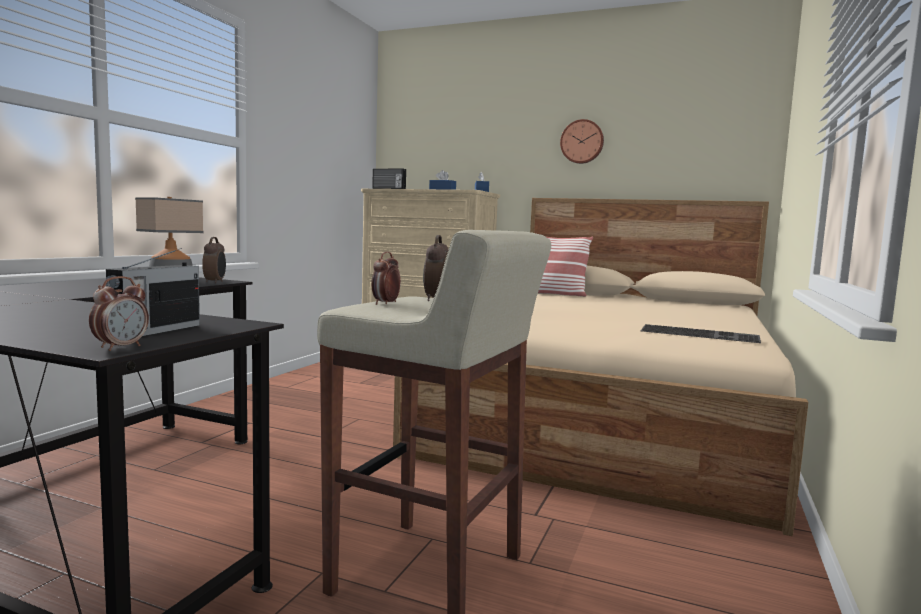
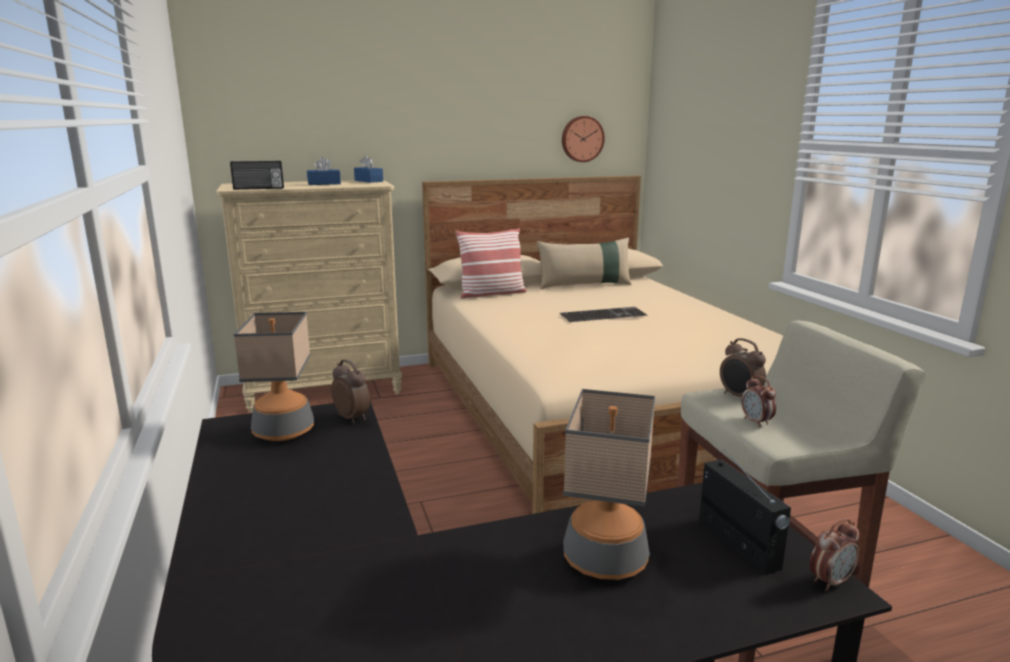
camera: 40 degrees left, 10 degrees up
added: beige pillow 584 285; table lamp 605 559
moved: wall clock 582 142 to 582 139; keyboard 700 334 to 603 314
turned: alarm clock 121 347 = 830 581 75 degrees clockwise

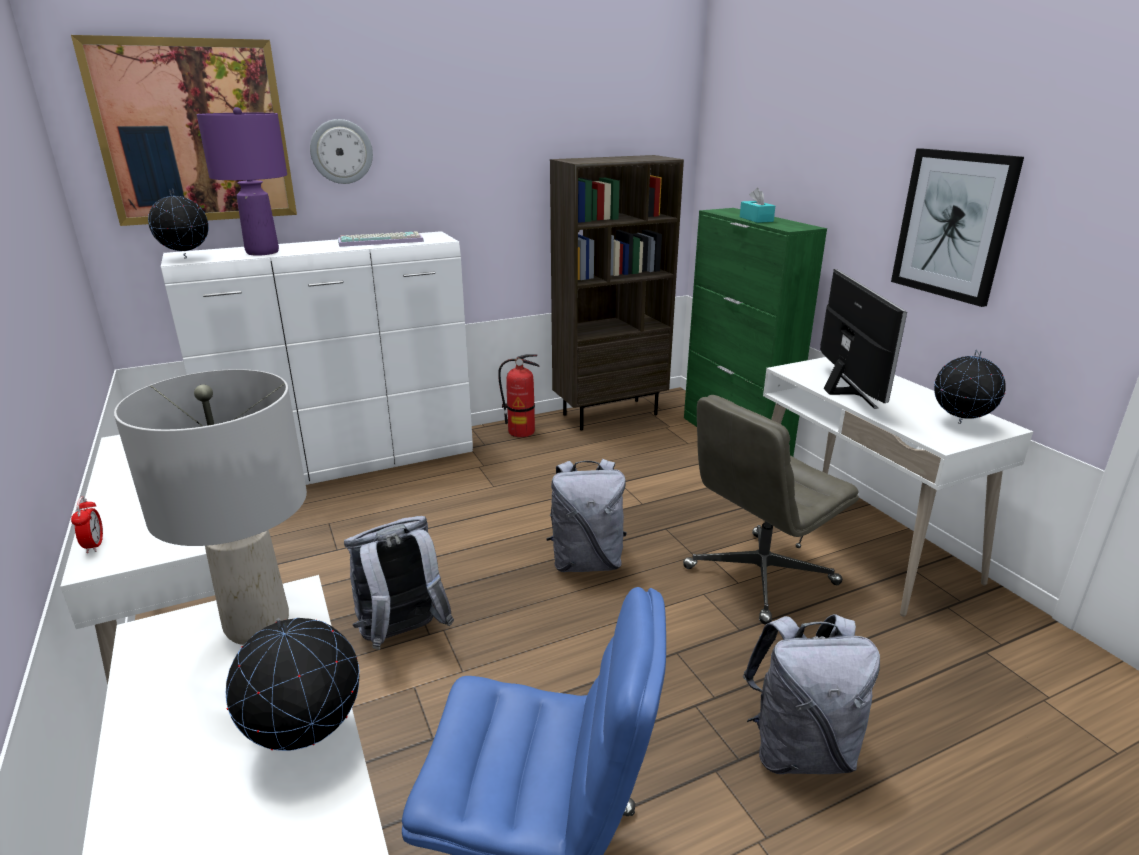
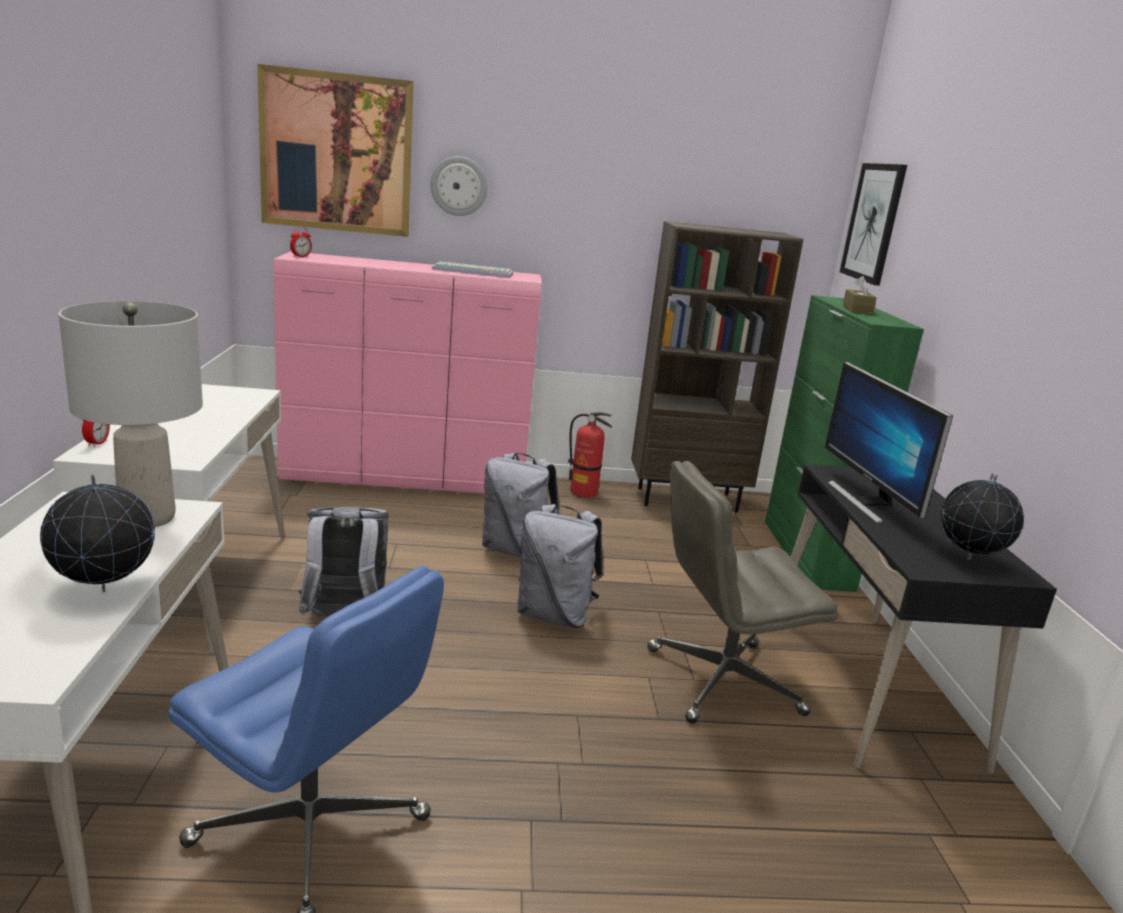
camera: 20 degrees right, 5 degrees down
removed: purple table lamp 262 252
moved: picture 953 225 to 873 222; grey backpack 799 750 to 515 550
replaced: globe 186 258 to alarm clock 300 257
recoloured: turquoise tissue box 756 219 to brown tissue box 857 310; white dresser 350 466 to pink dresser 407 480; white desk 857 540 to black desk 867 684
turned: monitor 845 391 = 867 502 150 degrees clockwise

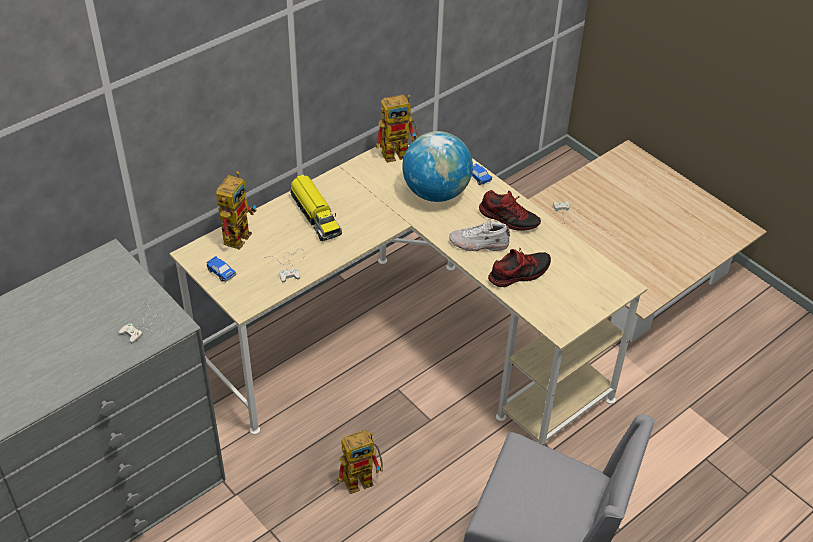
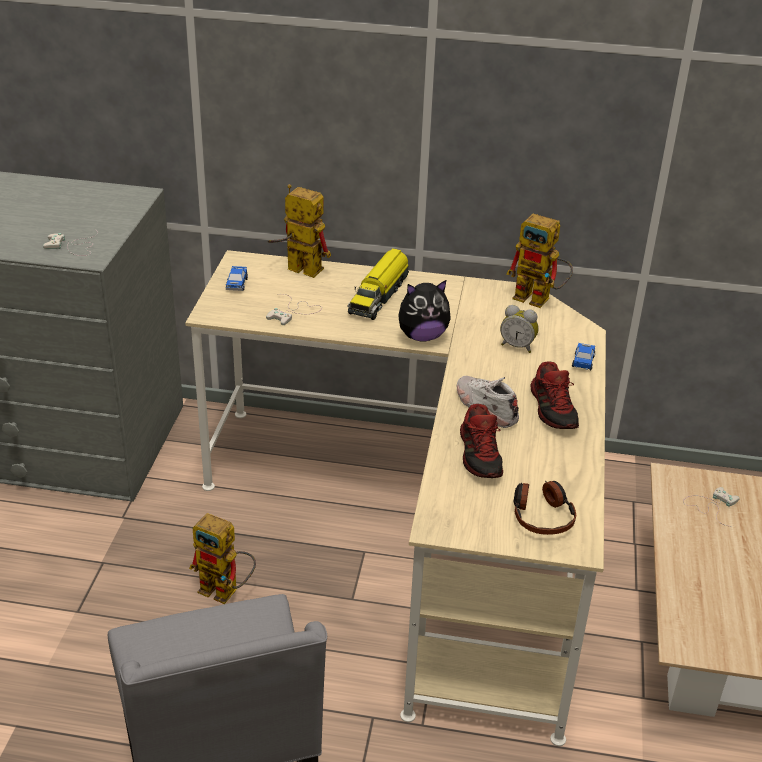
camera: 50 degrees right, 10 degrees down
added: plush toy 422 336; headphones 541 515
replaced: globe 436 192 to alarm clock 517 346
turned: toy robot 238 233 = 297 269 135 degrees counterclockwise; shoe 519 273 = 481 455 60 degrees clockwise

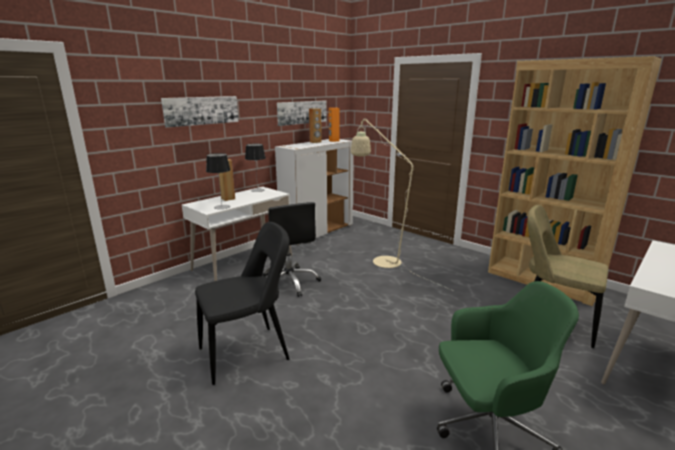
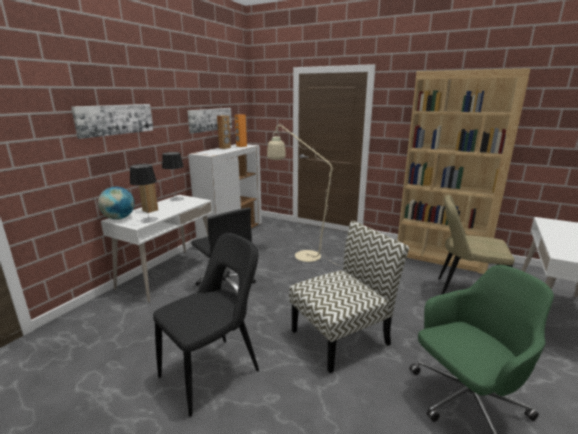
camera: 15 degrees left, 0 degrees up
added: globe 119 218; chair 341 336

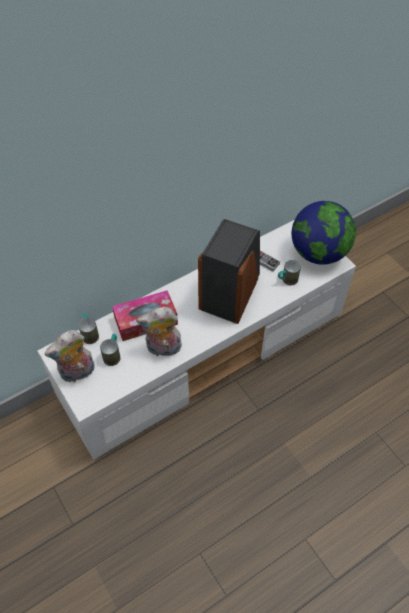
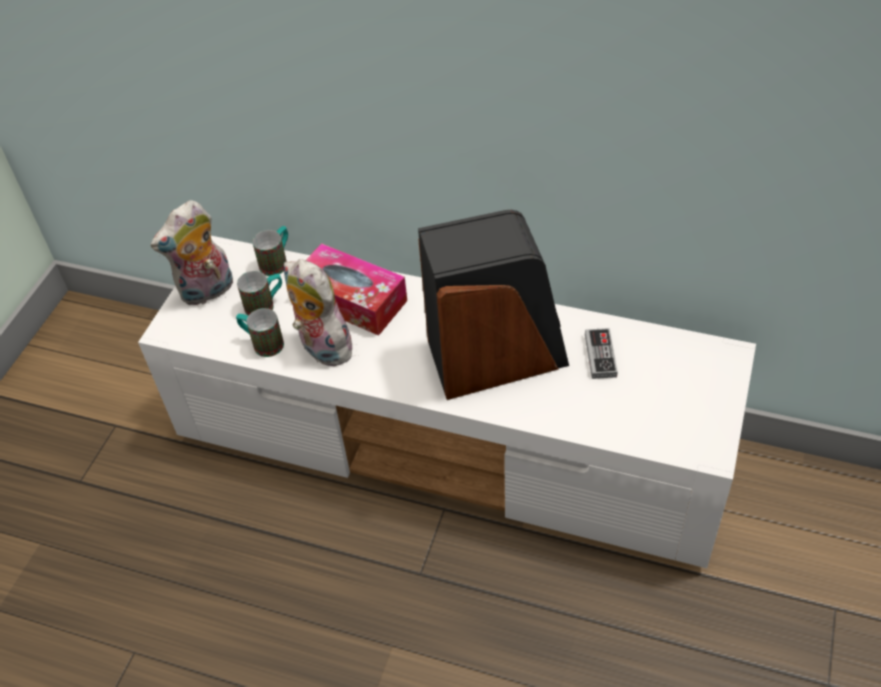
camera: 55 degrees right, 5 degrees down
removed: globe 318 253
moved: mug 286 280 to 262 343
turned: plush toy 77 373 = 207 292 60 degrees counterclockwise

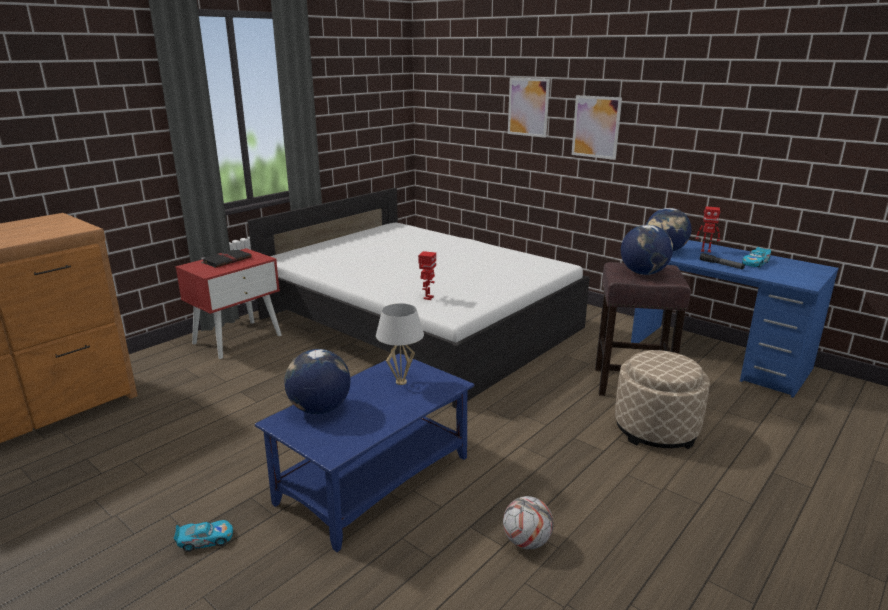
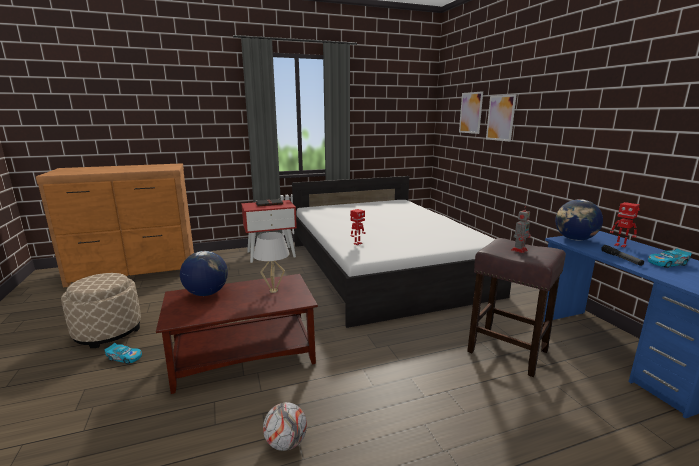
camera: 30 degrees right, 5 degrees down
moved: picture 596 127 to 470 112; beige ottoman 656 429 to 108 331
replaced: globe 643 273 to toy robot 519 250
recoloured: blue coffee table 375 478 to brown coffee table 245 356

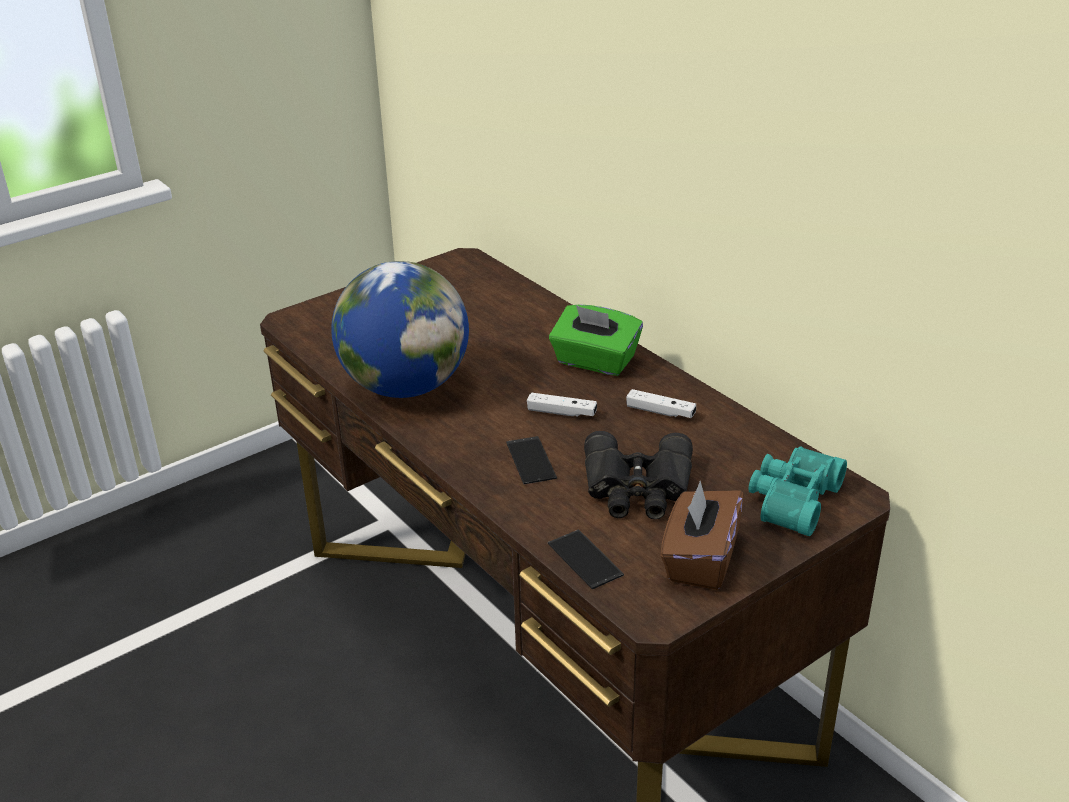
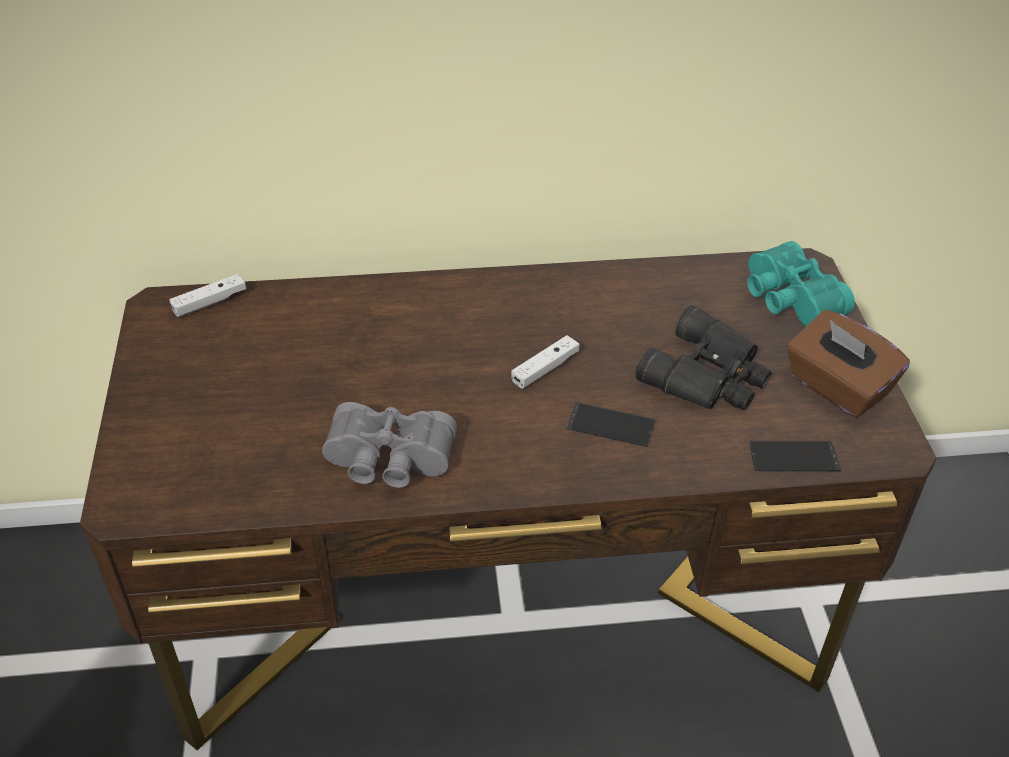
camera: 60 degrees left, 10 degrees up
removed: green tissue box 595 361
moved: white game controller 660 412 to 210 302
replaced: globe 405 387 to grey binoculars 388 461

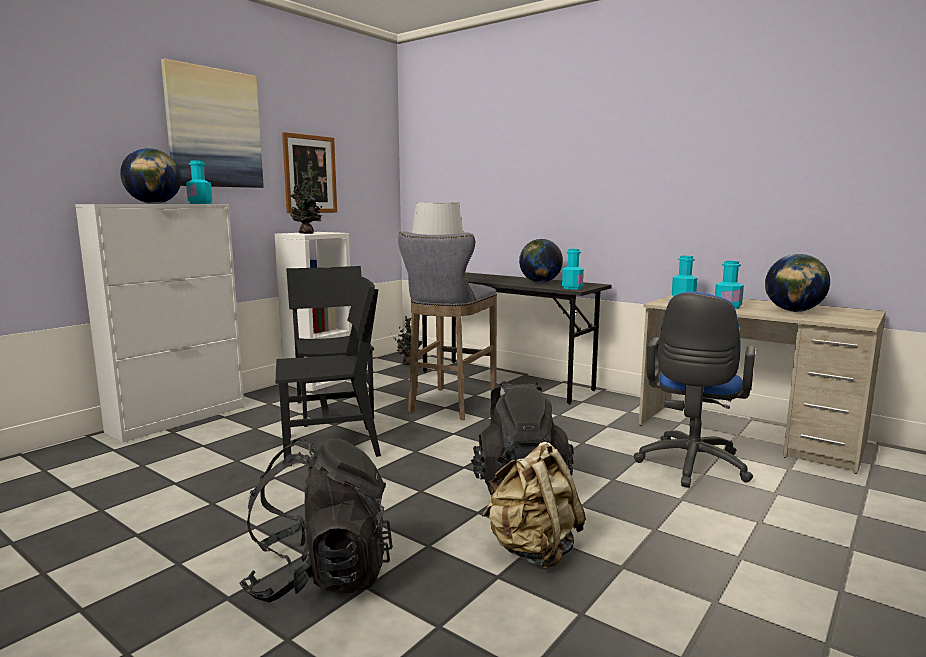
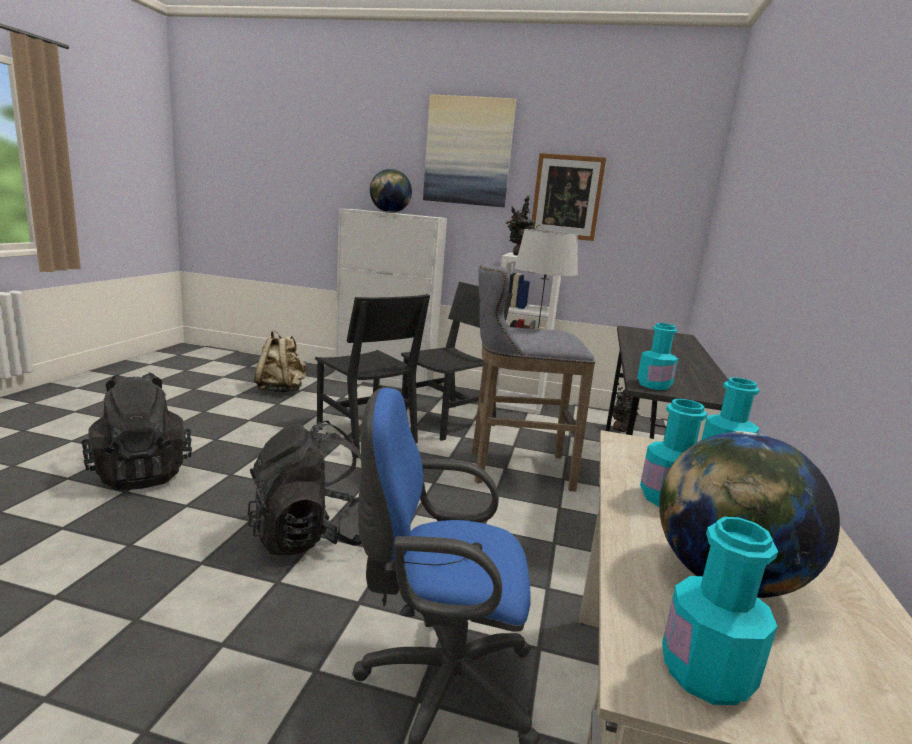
camera: 65 degrees right, 5 degrees up
removed: globe 540 282
moved: turquoise bottle 200 203 to 706 673; beige backpack 533 550 to 281 390

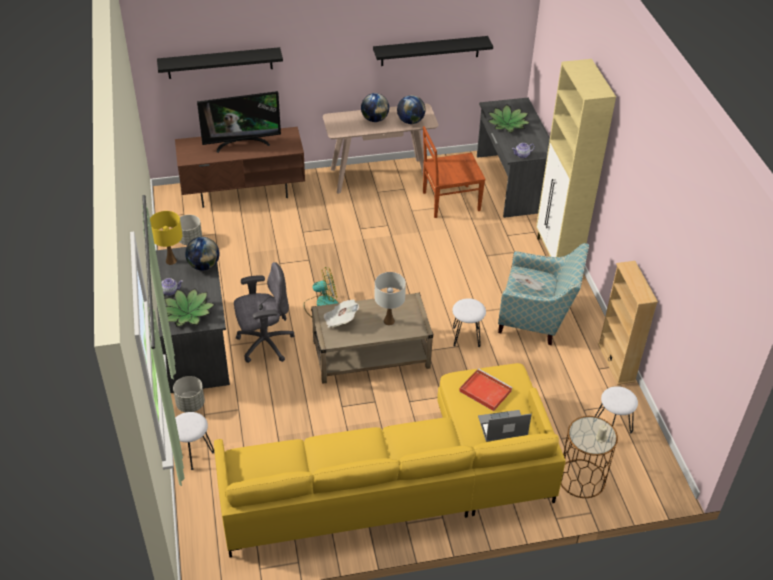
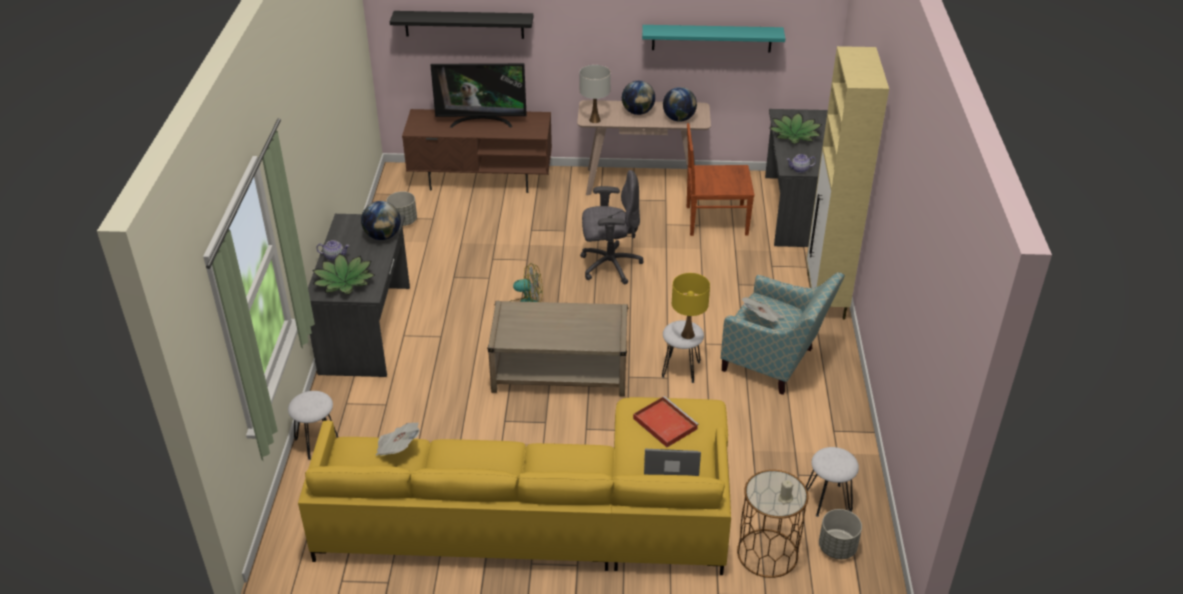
camera: 15 degrees right, 5 degrees down
removed: beige bookcase 616 362
moved: yellow table lamp 171 261 to 687 334; grey office chair 264 343 to 609 265; white table lamp 389 321 to 594 120; newspaper 340 320 to 398 448; grey planter 190 404 to 837 547
recoloured: black shelf 430 51 to turquoise shelf 711 38

